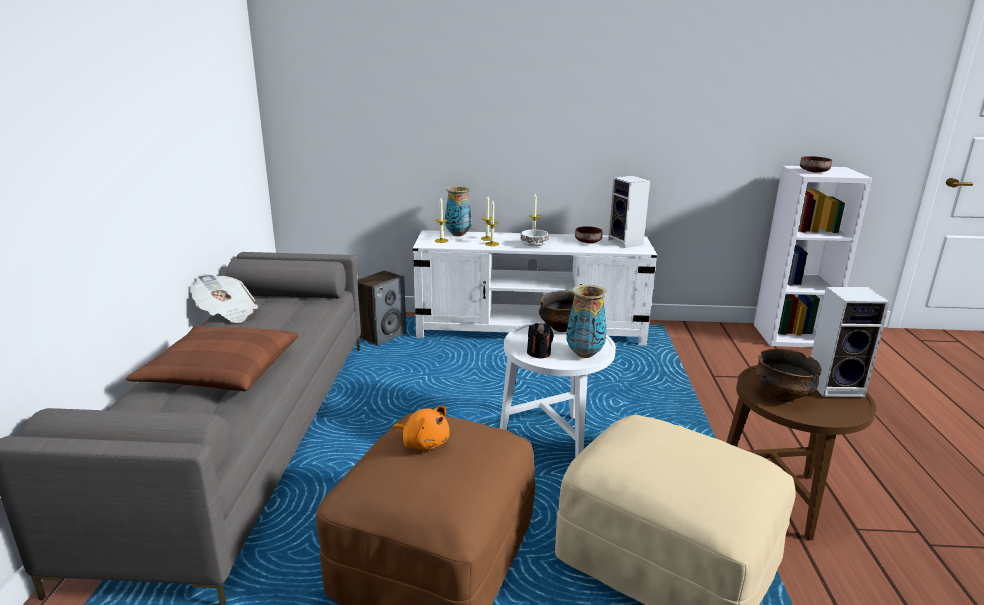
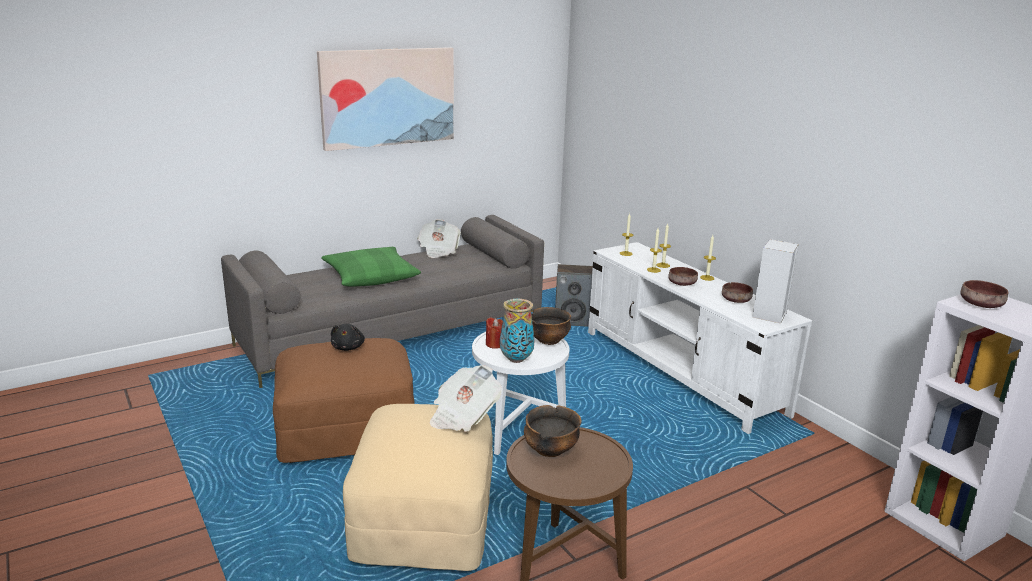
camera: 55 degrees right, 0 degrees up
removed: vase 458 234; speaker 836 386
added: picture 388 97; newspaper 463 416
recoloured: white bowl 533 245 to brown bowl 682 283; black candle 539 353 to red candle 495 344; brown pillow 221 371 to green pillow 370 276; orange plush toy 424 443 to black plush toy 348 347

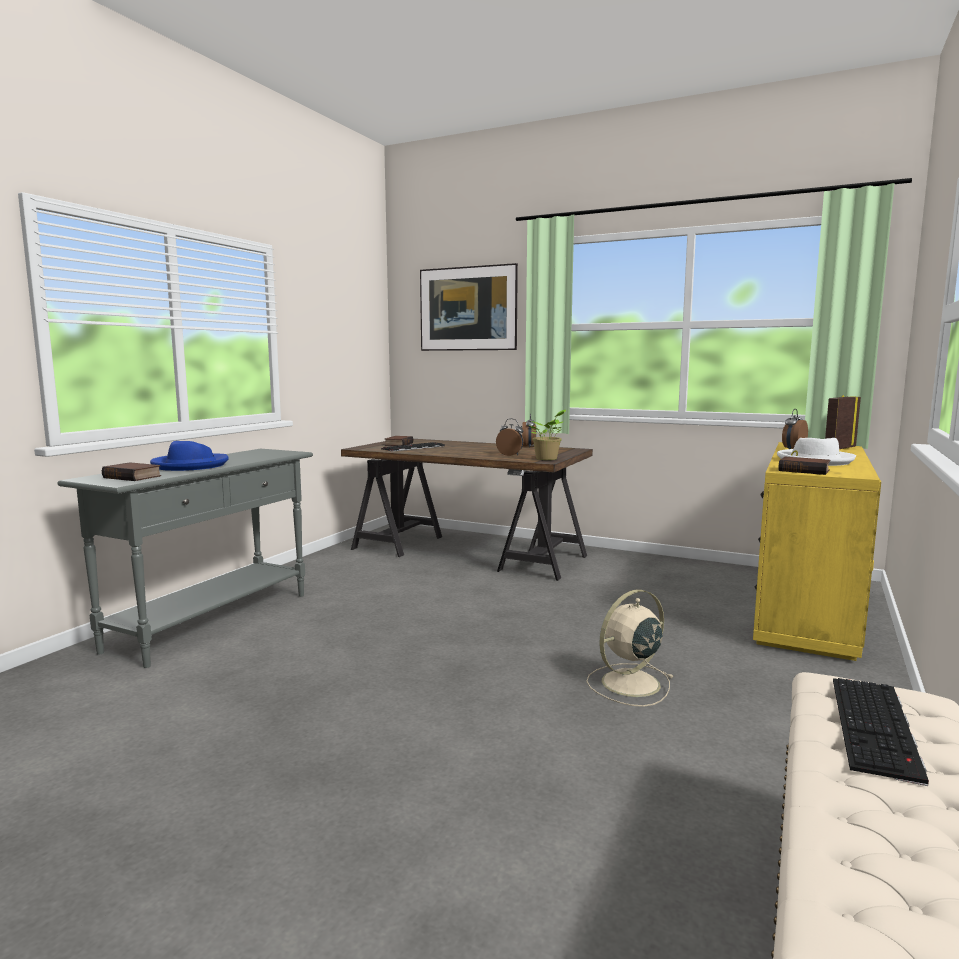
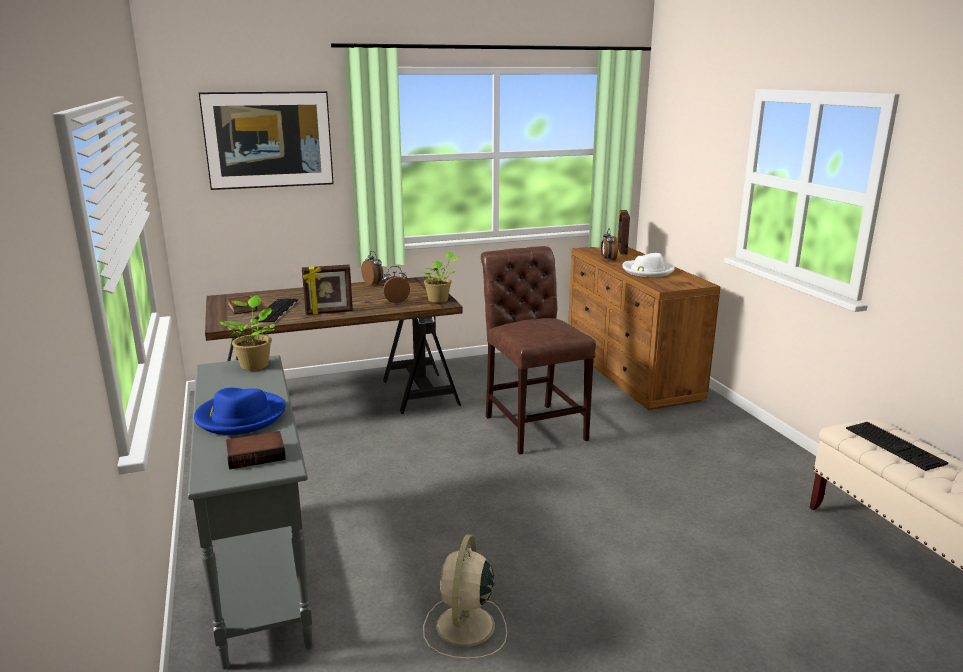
camera: 45 degrees left, 10 degrees up
removed: book 805 470
added: brown chair 533 425; picture frame 329 312; potted plant 255 364
moved: beige fan 628 684 to 464 627
recoloured: yellow dresser 806 610 to brown dresser 631 373

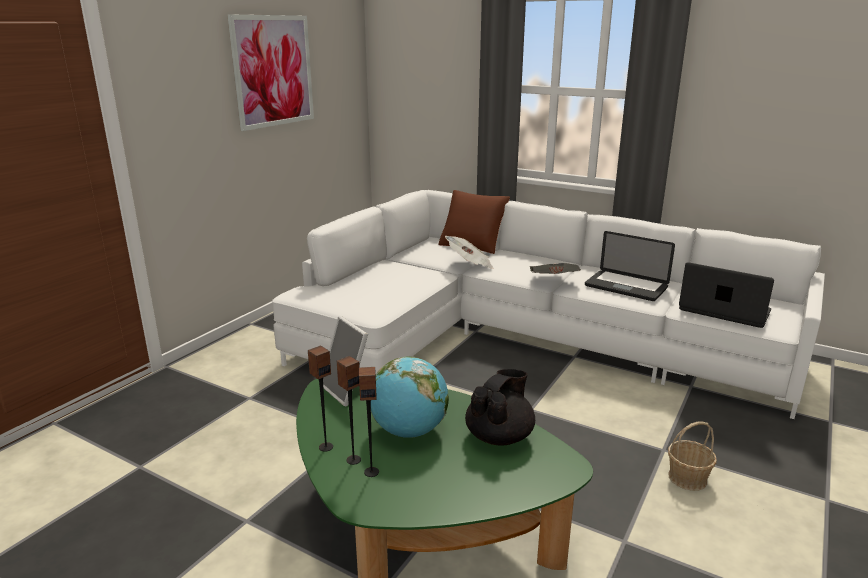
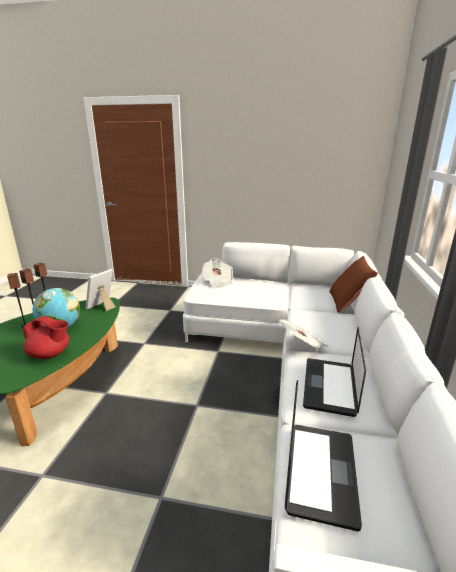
camera: 70 degrees right, 0 degrees up
removed: picture 273 71; basket 688 478
moved: newspaper 469 264 to 217 282
recoloured: black teapot 499 436 to red teapot 50 354

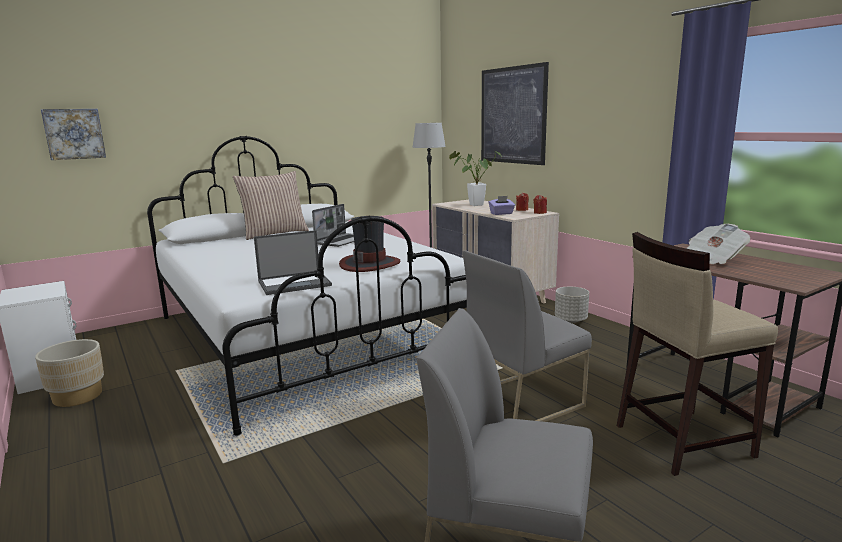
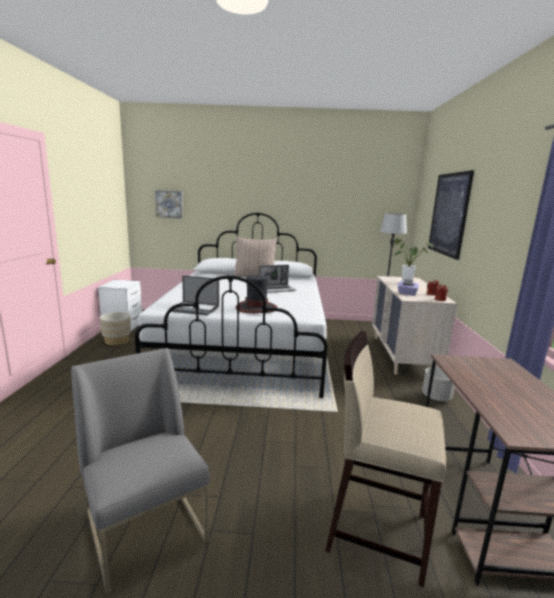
camera: 35 degrees right, 0 degrees up
removed: newspaper 712 260; grey chair 521 400

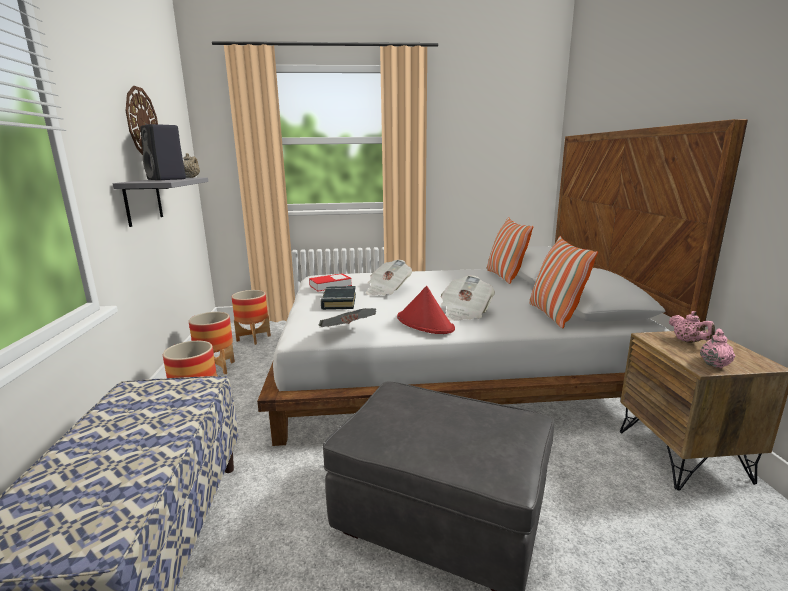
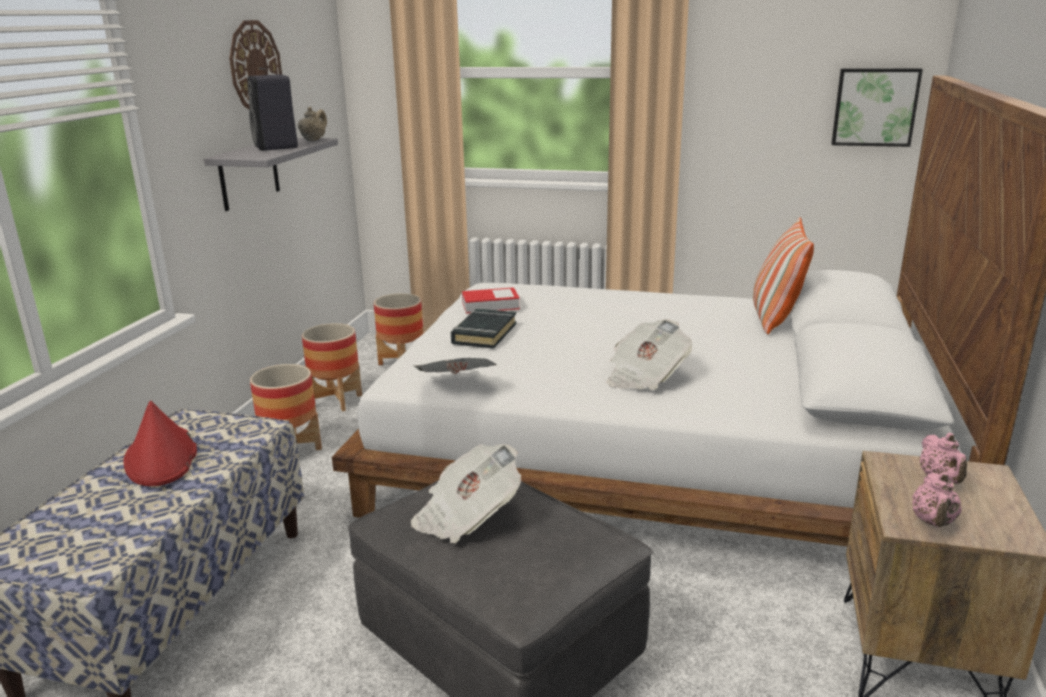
camera: 20 degrees right, 5 degrees up
removed: pillow 554 315
added: picture 874 107
moved: newspaper 387 290 to 466 517; red hat 425 323 to 161 458
turned: pink teapot 714 364 = 933 522 150 degrees clockwise

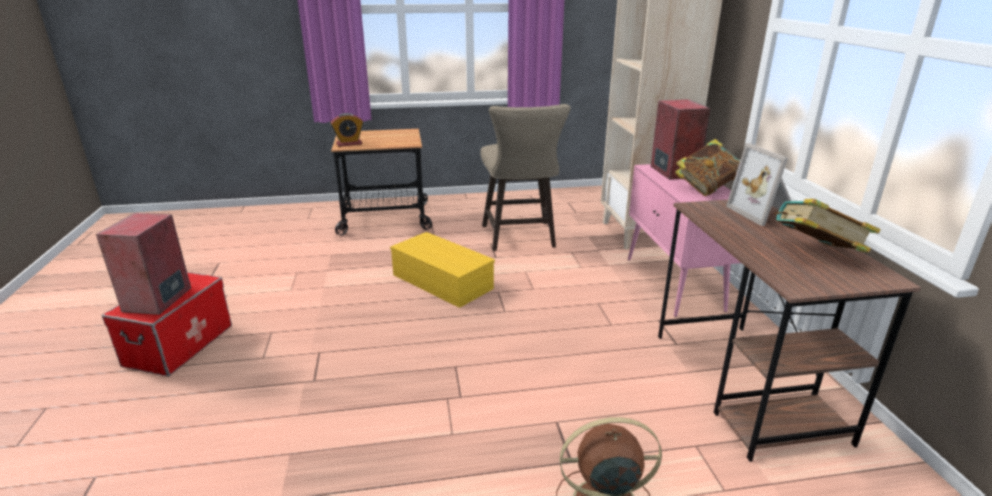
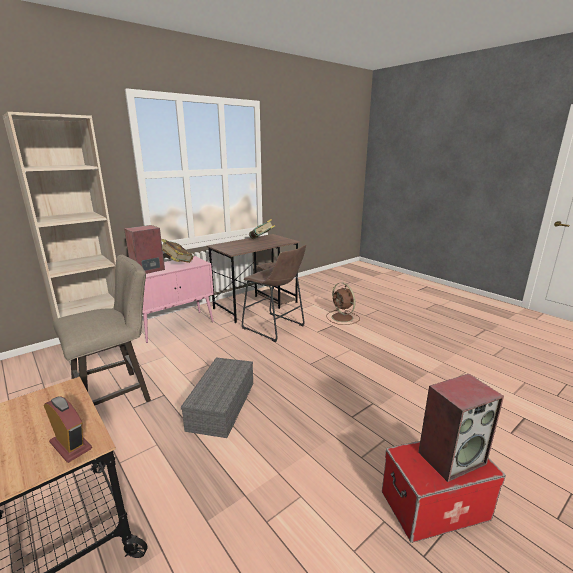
camera: 120 degrees left, 5 degrees down
removed: picture frame 764 213
added: brown stool 275 328
recoloured: yellow storage box 440 281 to grey storage box 222 406

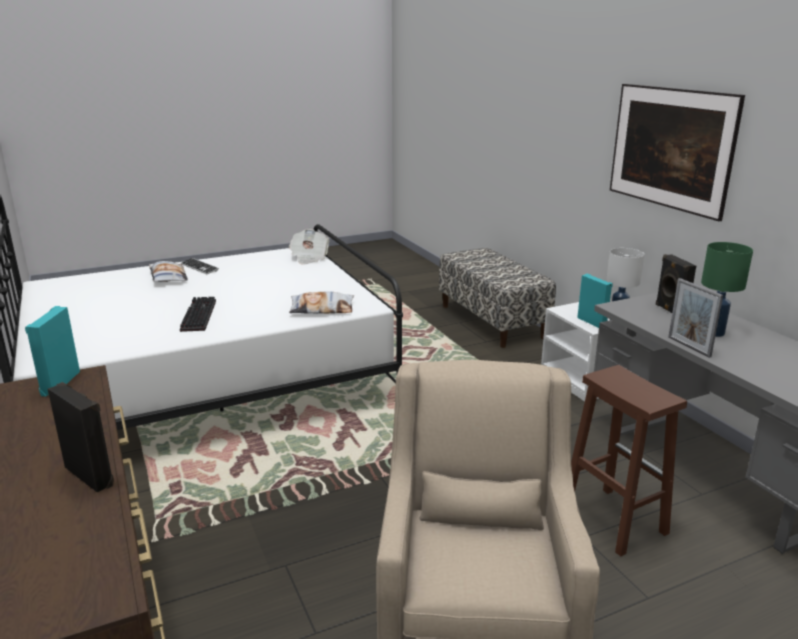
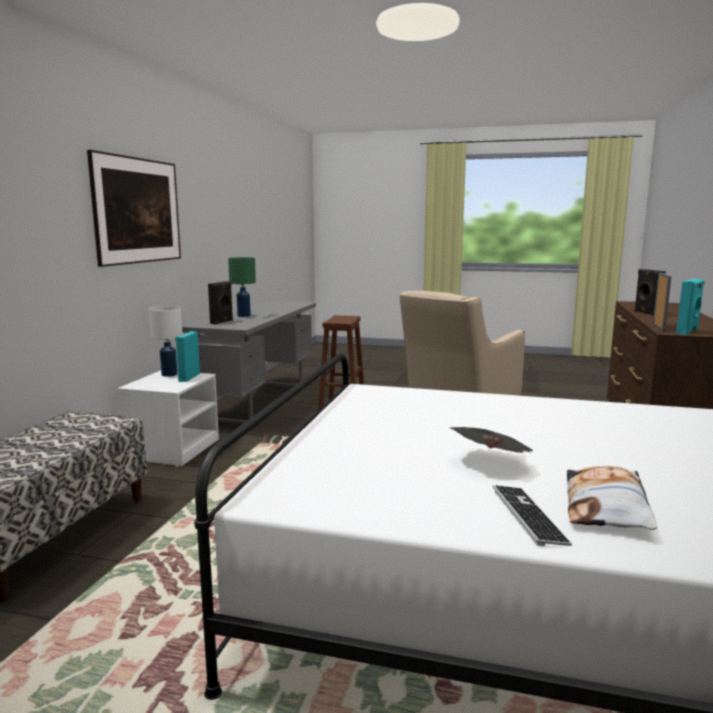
camera: 140 degrees left, 10 degrees down
removed: pillow 322 309; keyboard 197 315
moved: newspaper 309 258 to 492 462; picture frame 689 347 to 658 327

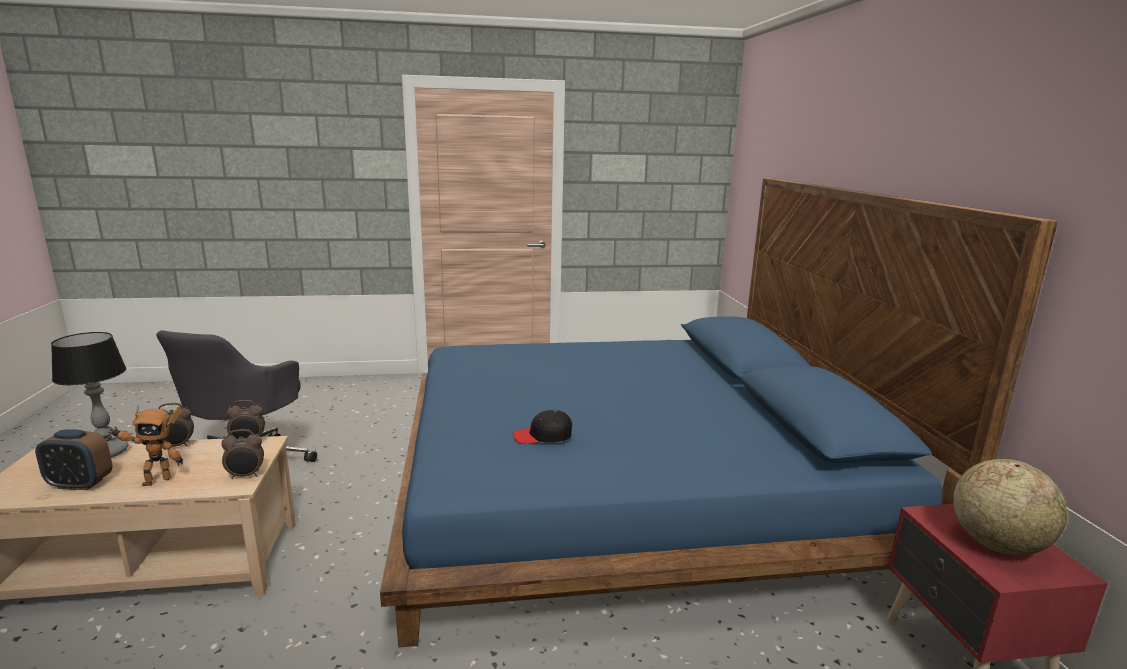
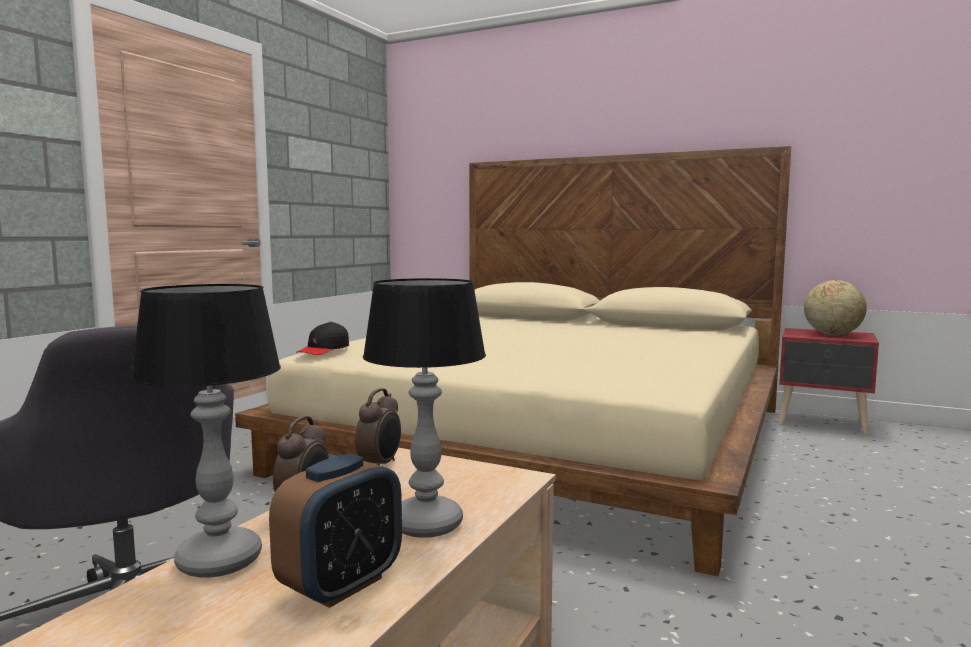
camera: 55 degrees left, 10 degrees down
removed: alarm clock 246 476
moved: black cap 543 436 to 324 350
replaced: toy robot 156 480 to table lamp 426 523
recoloured: blue bed 627 486 to beige bed 549 438

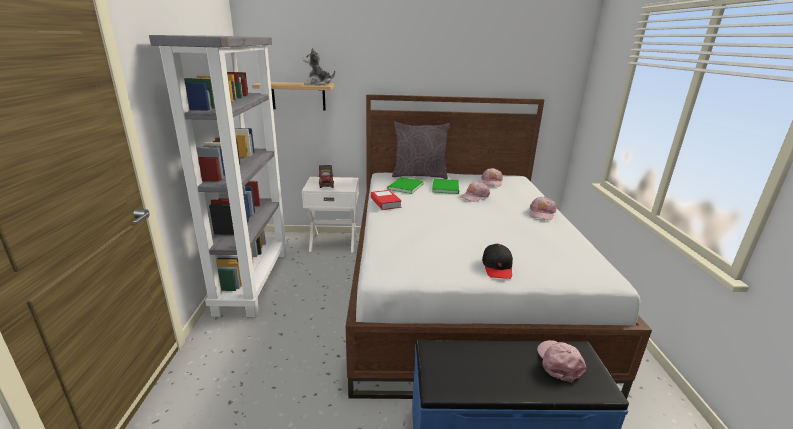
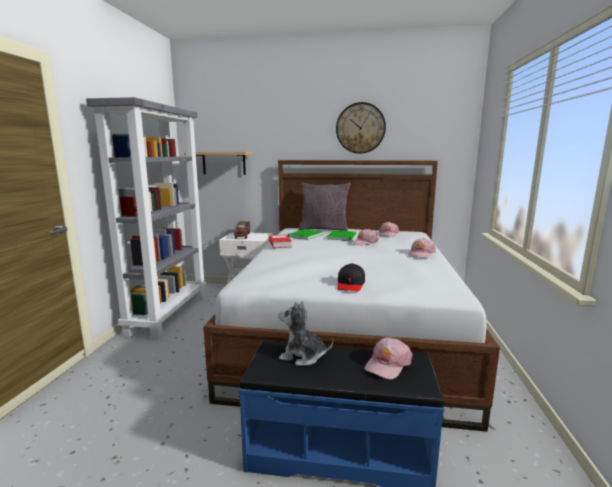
camera: 10 degrees right, 10 degrees down
added: wall clock 360 128
moved: plush toy 318 84 to 302 356
turned: pink cap 559 362 = 387 364 150 degrees counterclockwise

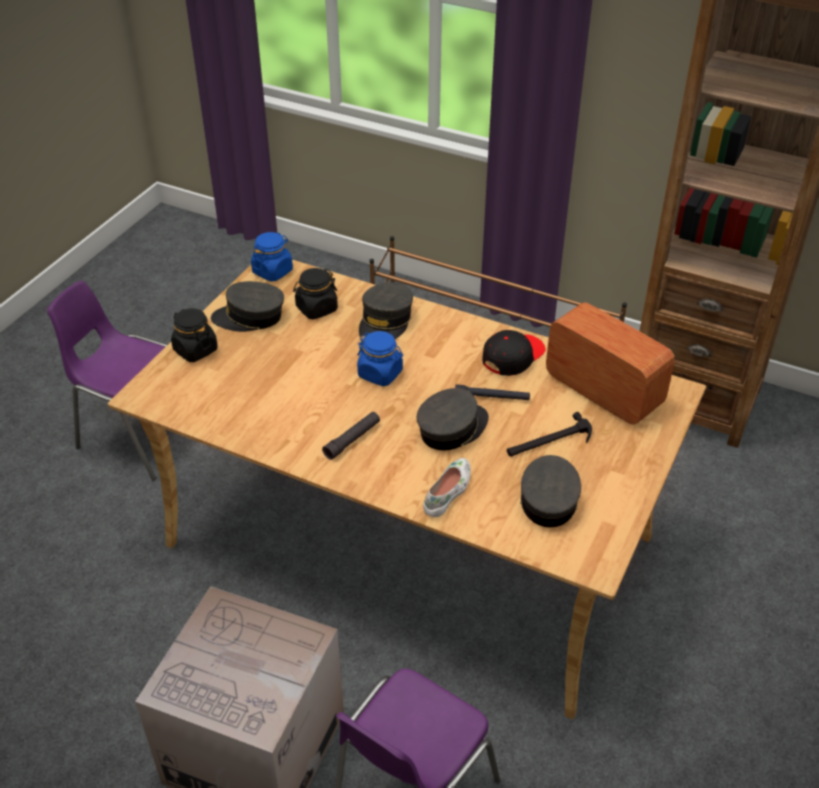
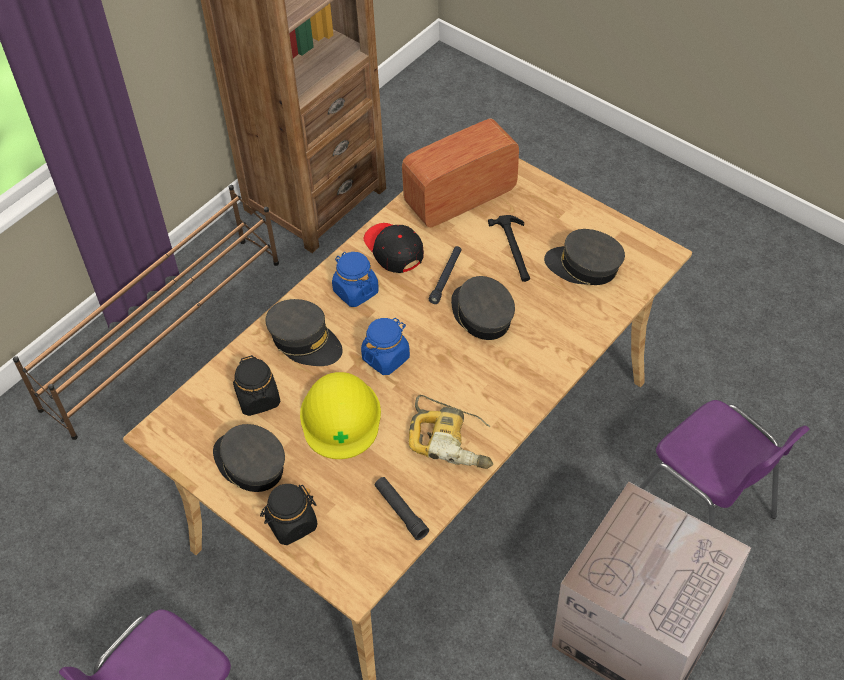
camera: 75 degrees left, 10 degrees up
removed: white shoe 448 492
added: yellow hard hat 340 416; power drill 453 439
moved: blue jar 272 271 to 355 291; black flashlight 352 440 to 401 511
turned: grey cap 249 317 = 250 464 120 degrees clockwise

